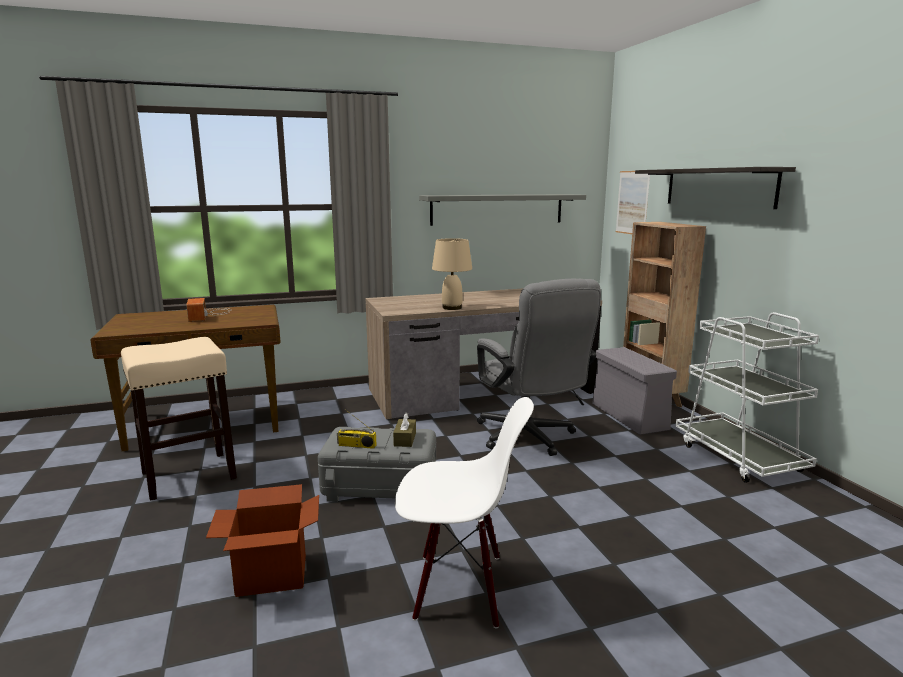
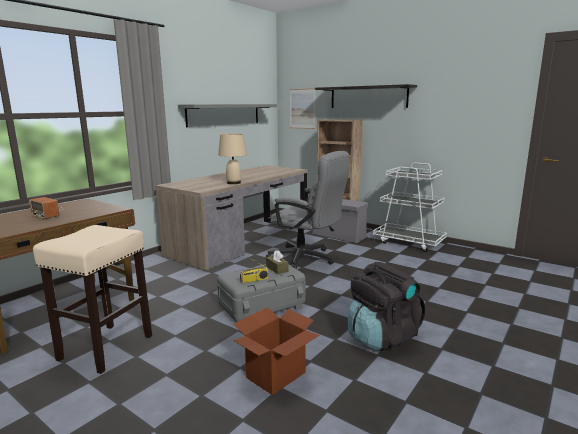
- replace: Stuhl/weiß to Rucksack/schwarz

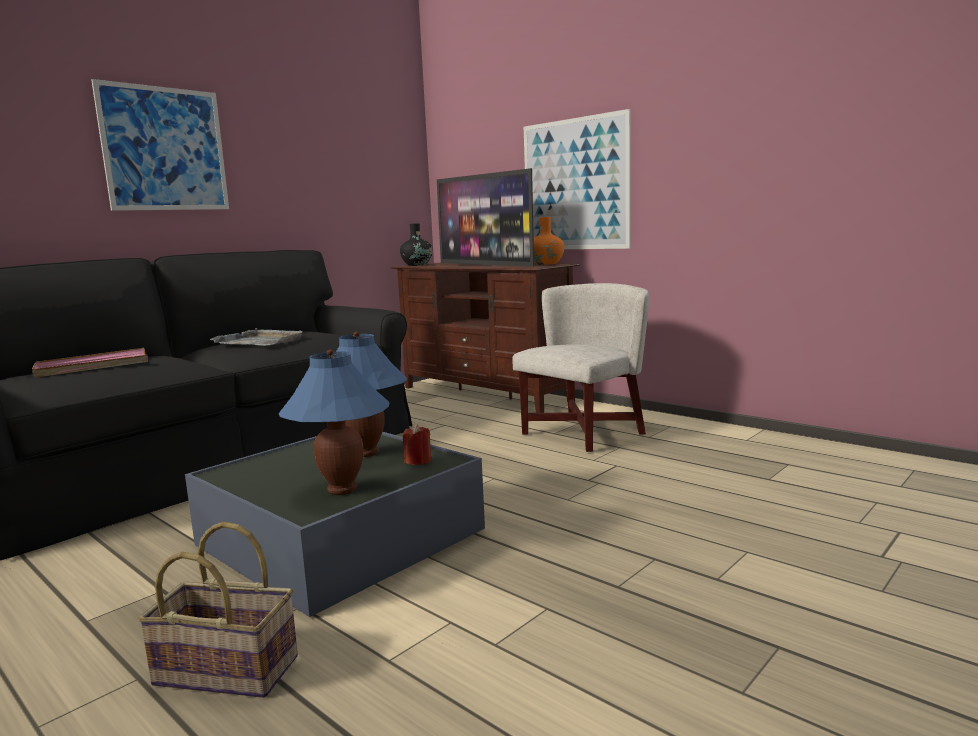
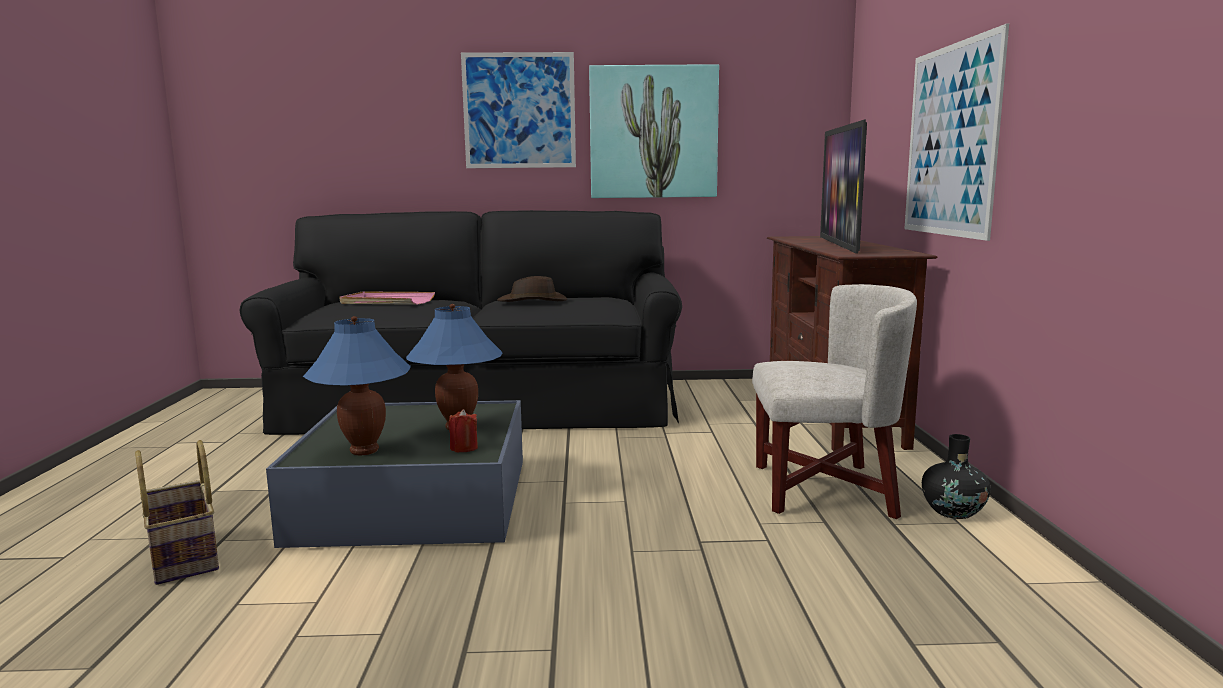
- replace: Tablett/grau to Hut/braun
- move: Vase/schwarz
- delete: Vase/orange
- insert: Bild (2nd from left)

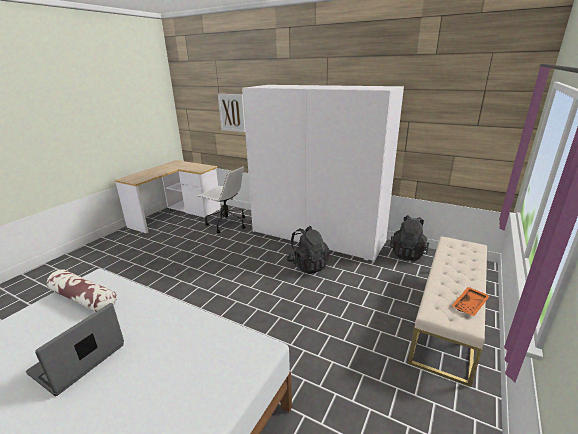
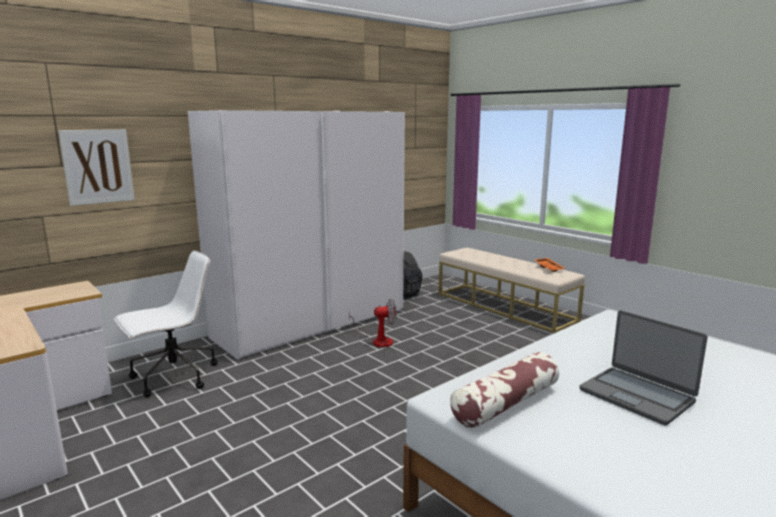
- replace: Rucksack/schwarz (1st from left) to Ventilator

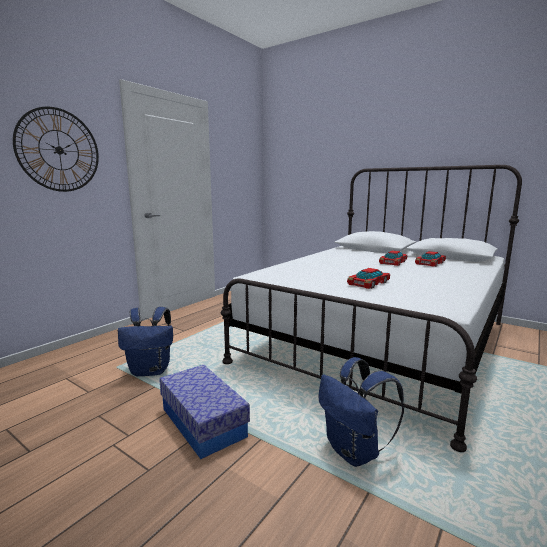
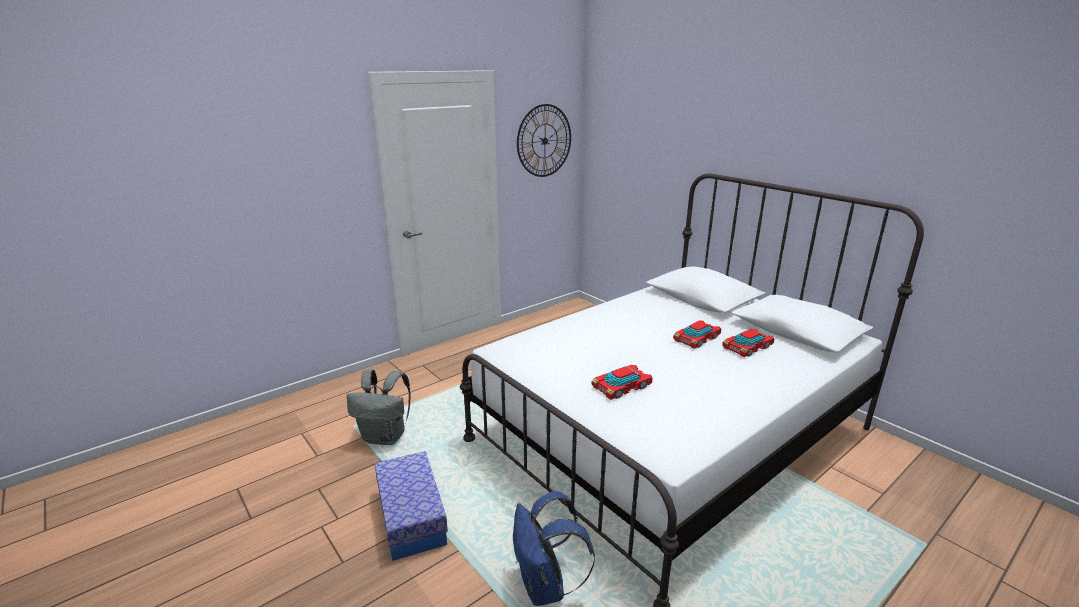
- move: Wanduhr
- recolor: Rucksack/blau (1st from left) to Rucksack/grau

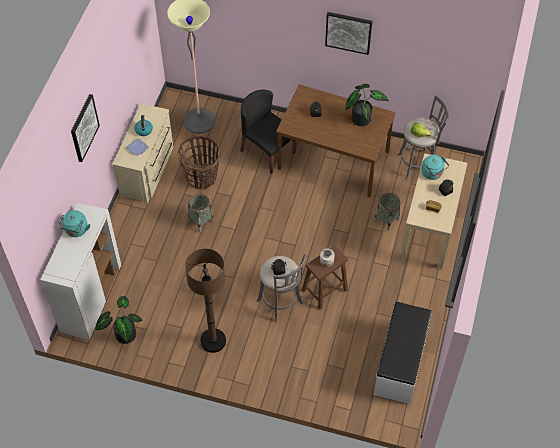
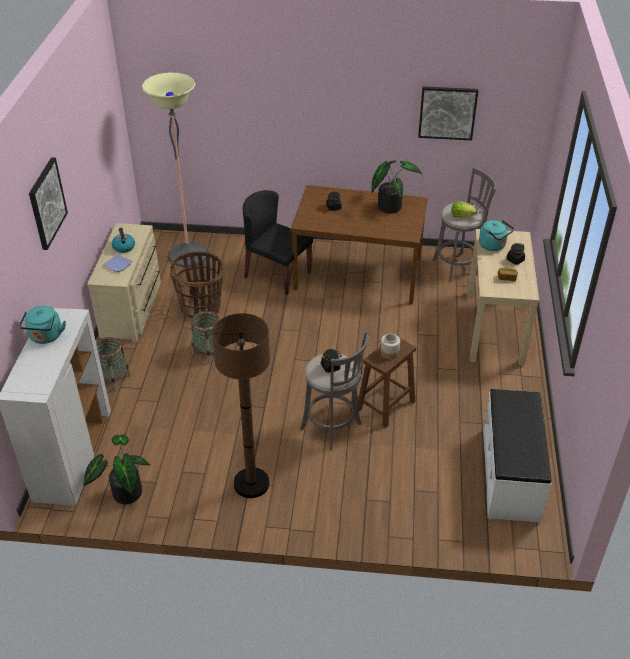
- move: Bild (2nd from left)
- move: Korb (3rd from left in the first image) to Korb (1st from left)

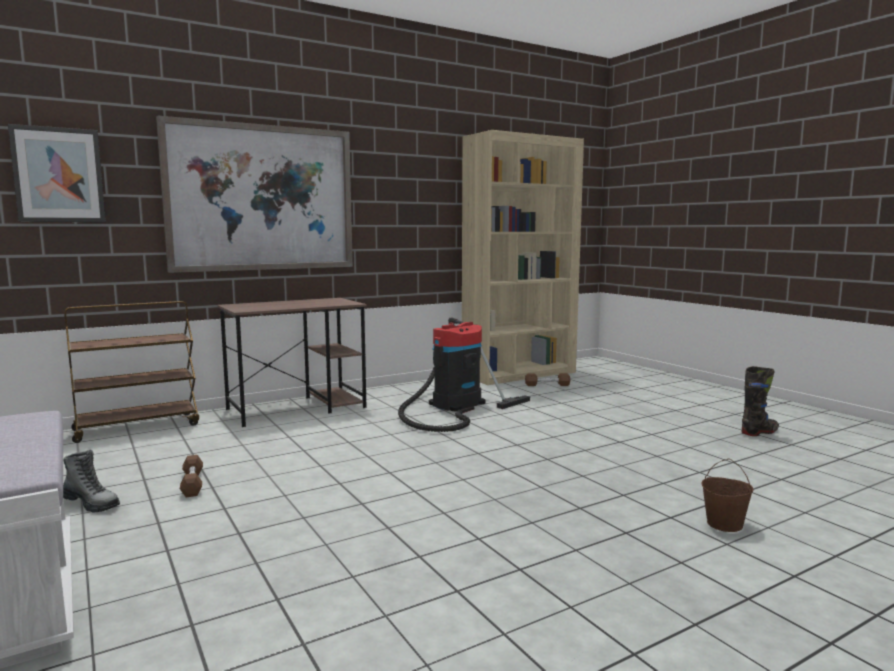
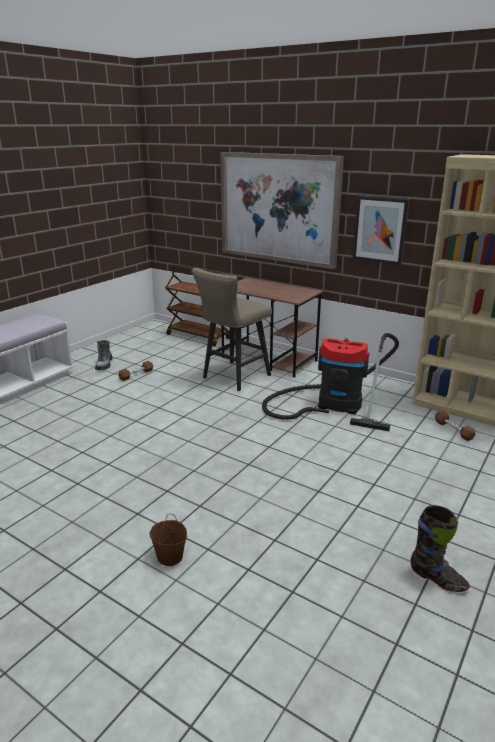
- move: Bild (1st from left in the first image) to Bild (2nd from left)
- insert: Hocker/beige

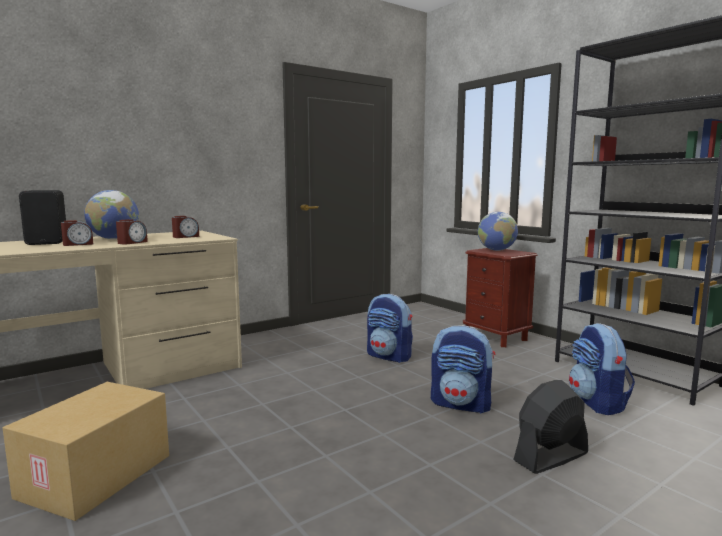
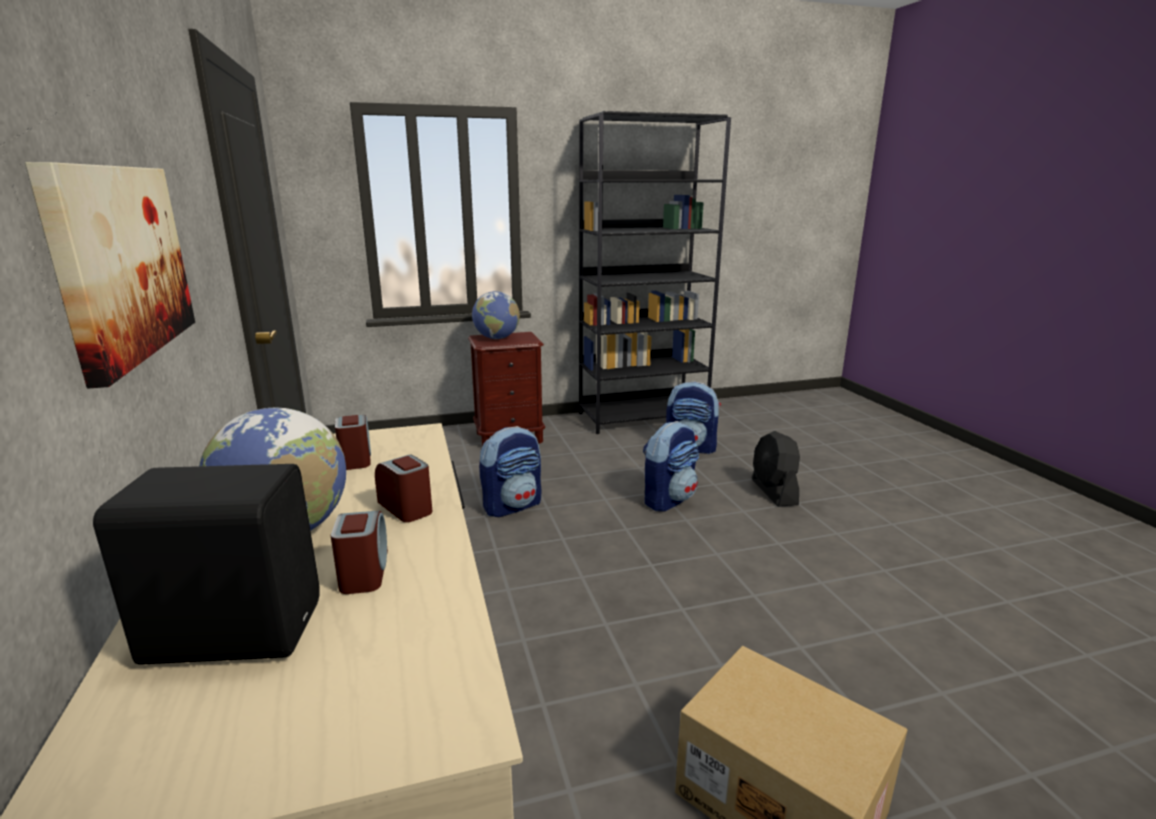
- insert: Bild

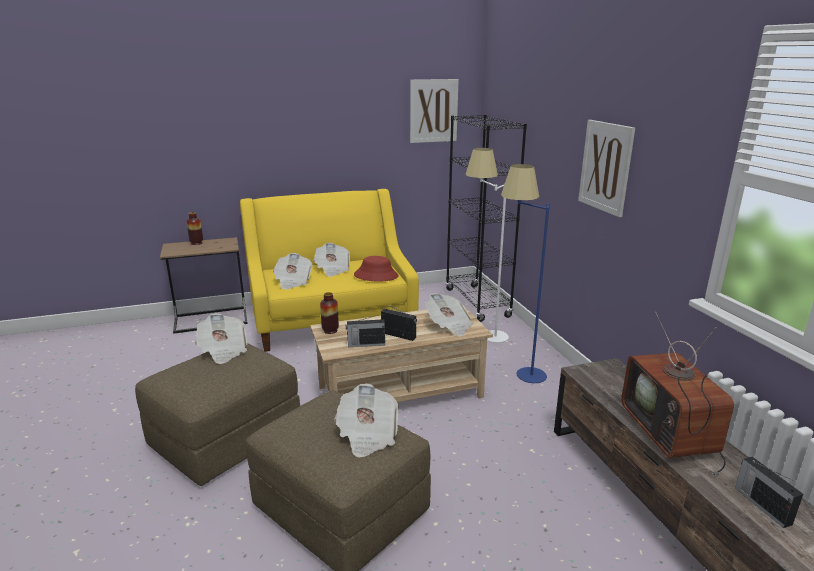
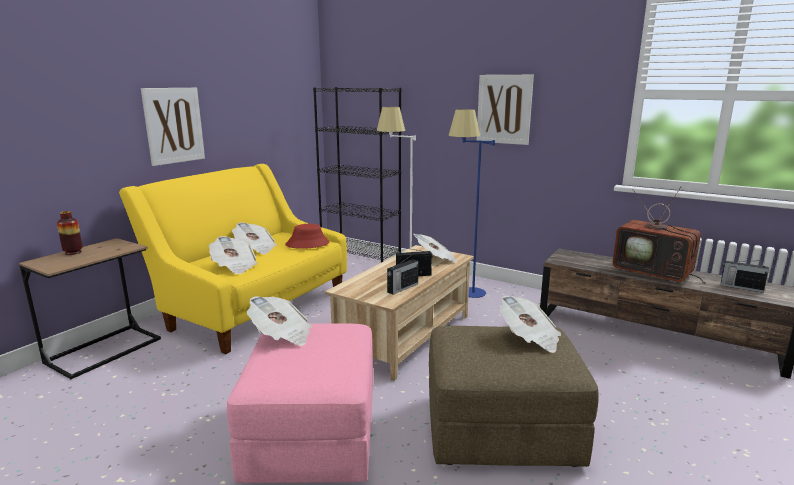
- recolor: Polsterhocker/braun (1st from left) to Polsterhocker/rosa
- delete: Vase (2nd from left)
- move: Bild (1st from left)

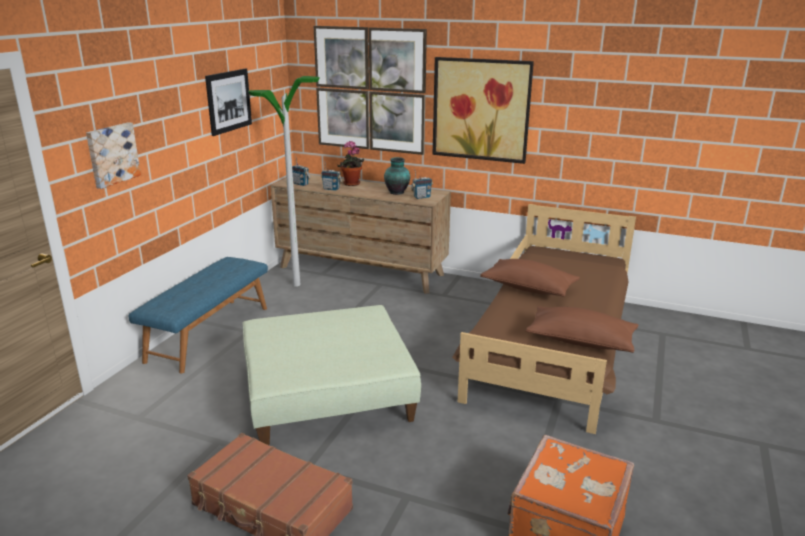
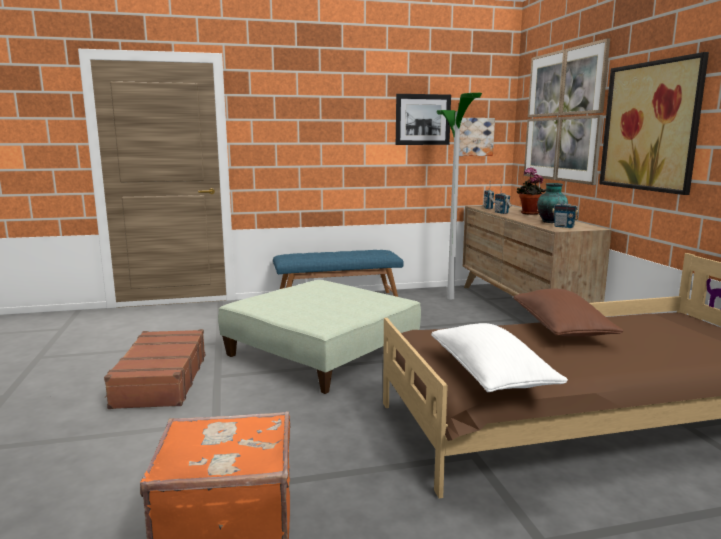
- move: Bild (1st from left in the first image) to Bild (2nd from left)
- recolor: Kissen/braun (2nd from left) to Kissen/weiß

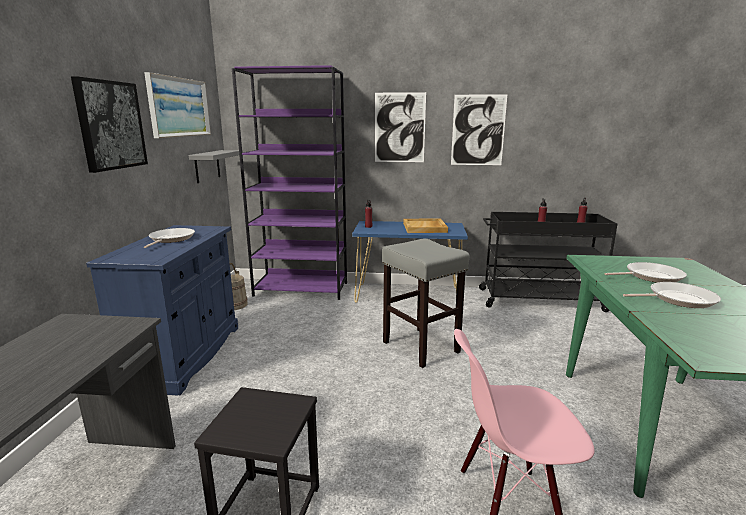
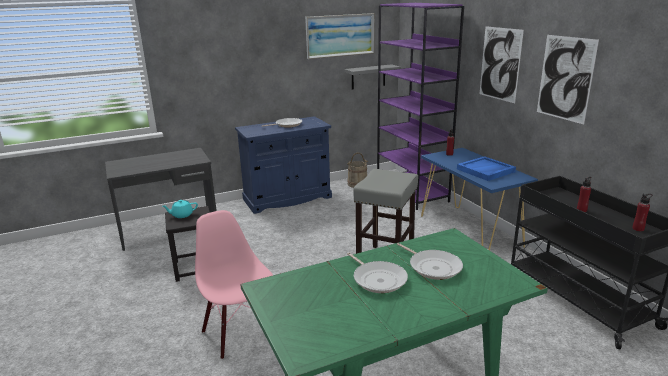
- delete: Bild (1st from left)
- recolor: Tablett/beige to Tablett/blau
- insert: Teekanne/türkis

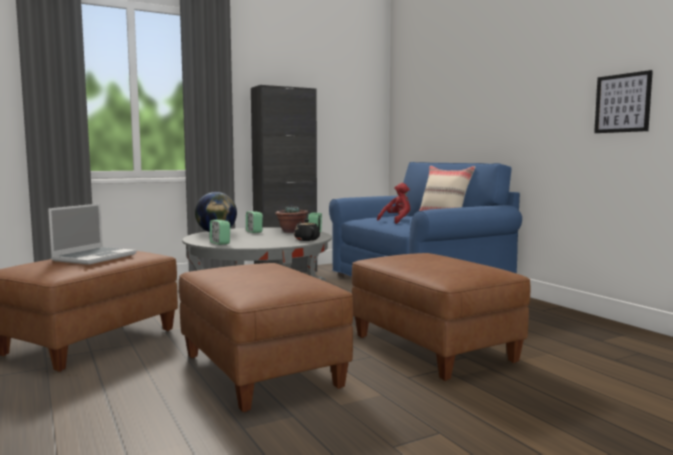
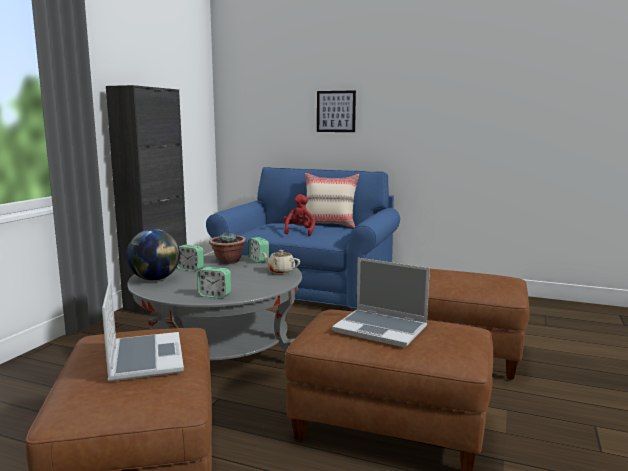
- recolor: Teekanne/schwarz to Teekanne/beige
- move: Bild
- insert: Laptop (2nd from left)

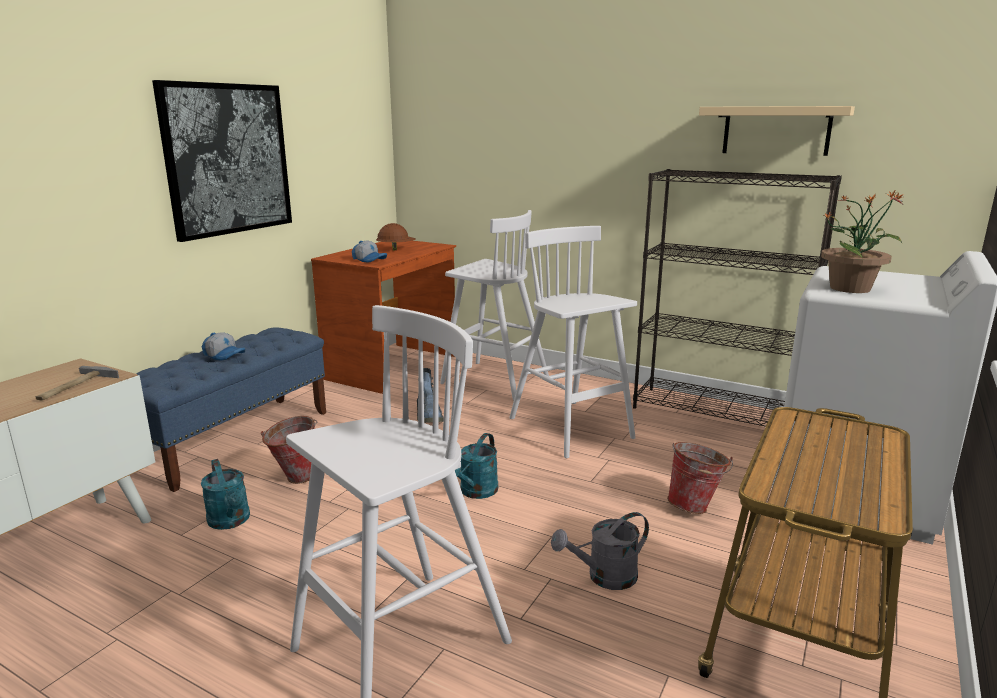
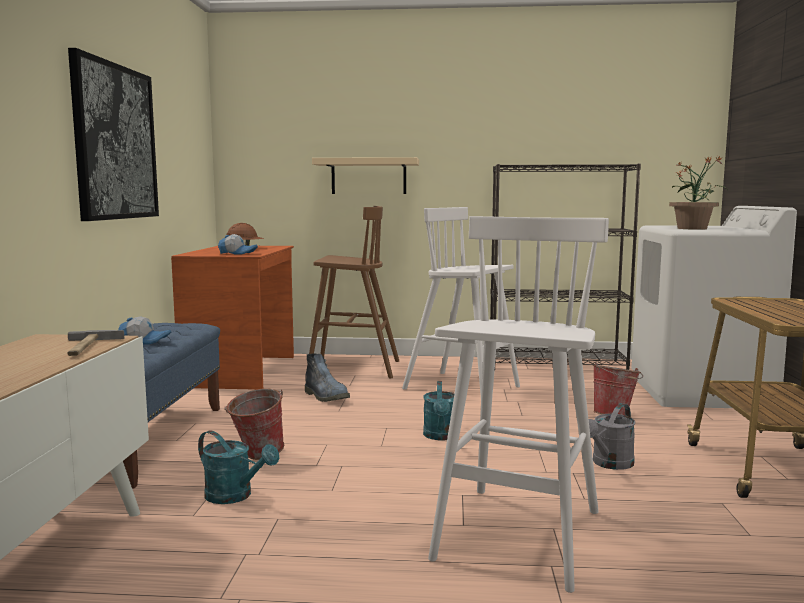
- recolor: Hocker/weiß (2nd from left) to Hocker/braun
- move: Wandregal/beige

